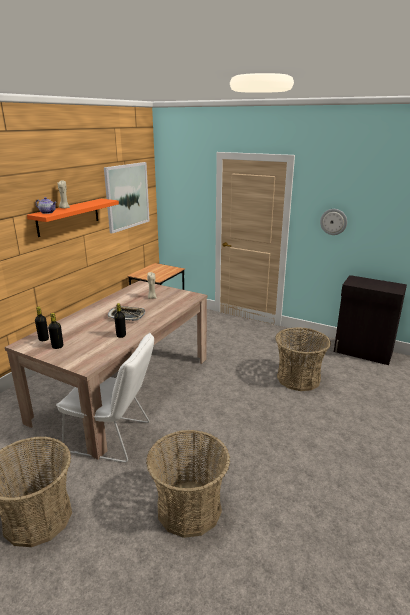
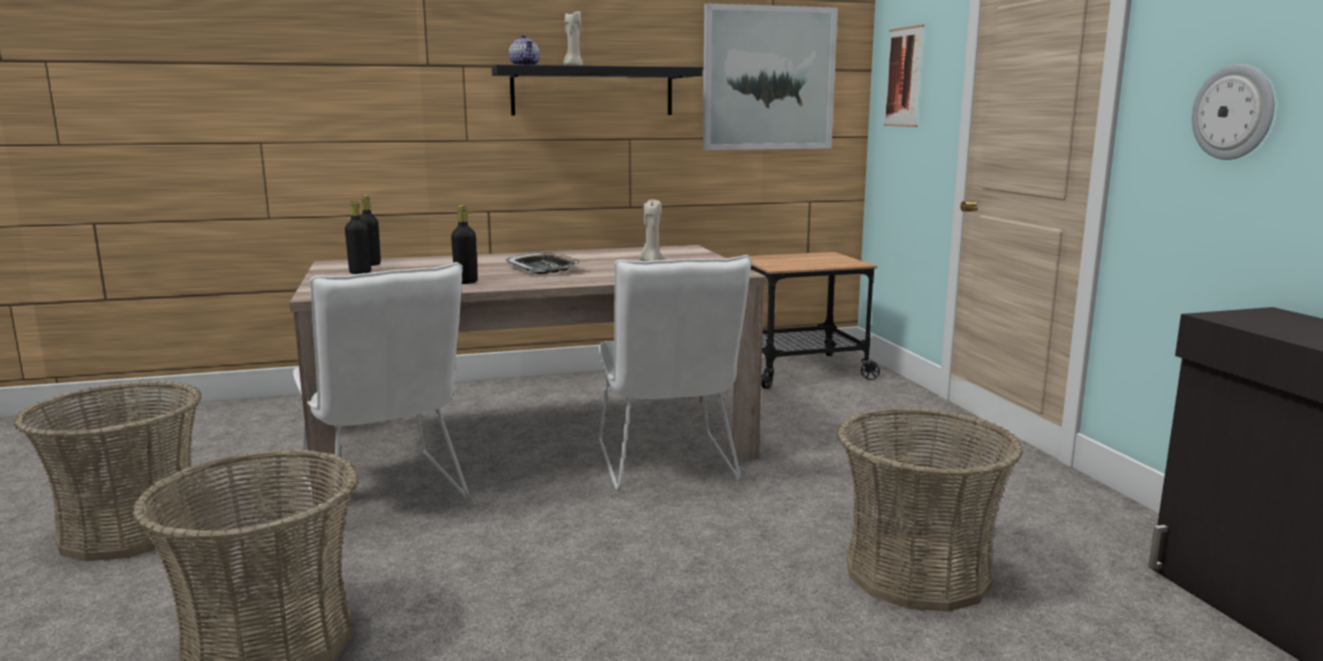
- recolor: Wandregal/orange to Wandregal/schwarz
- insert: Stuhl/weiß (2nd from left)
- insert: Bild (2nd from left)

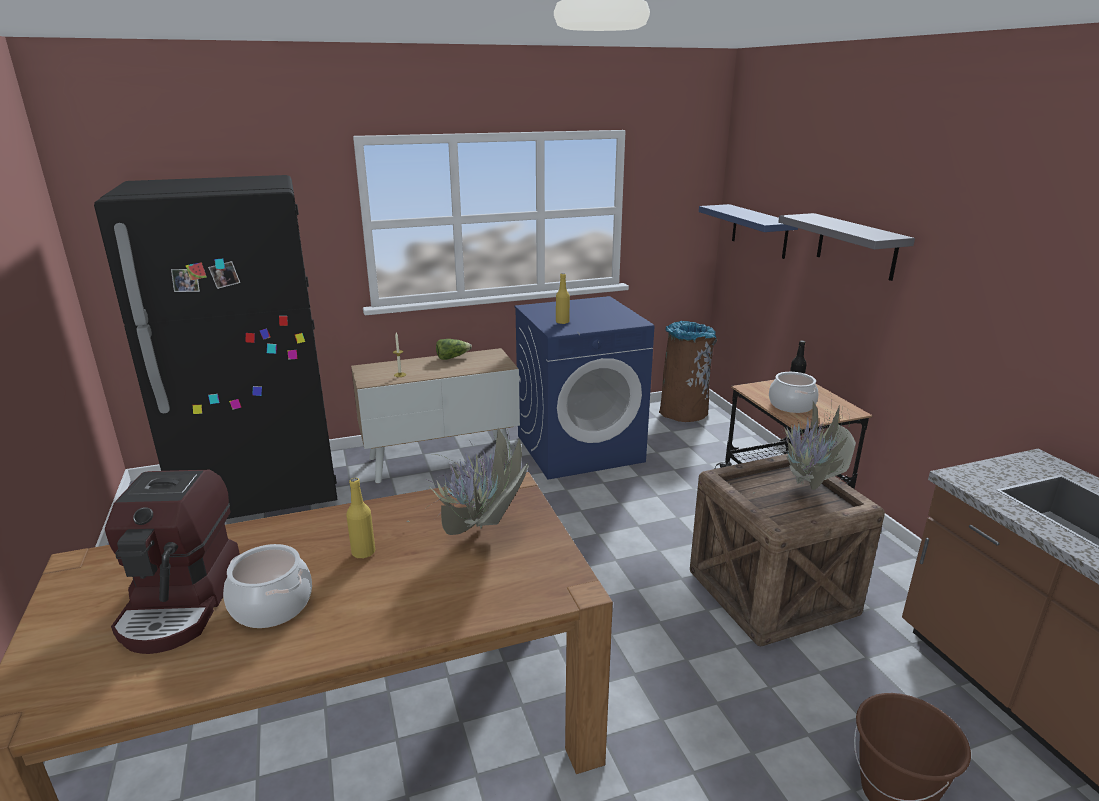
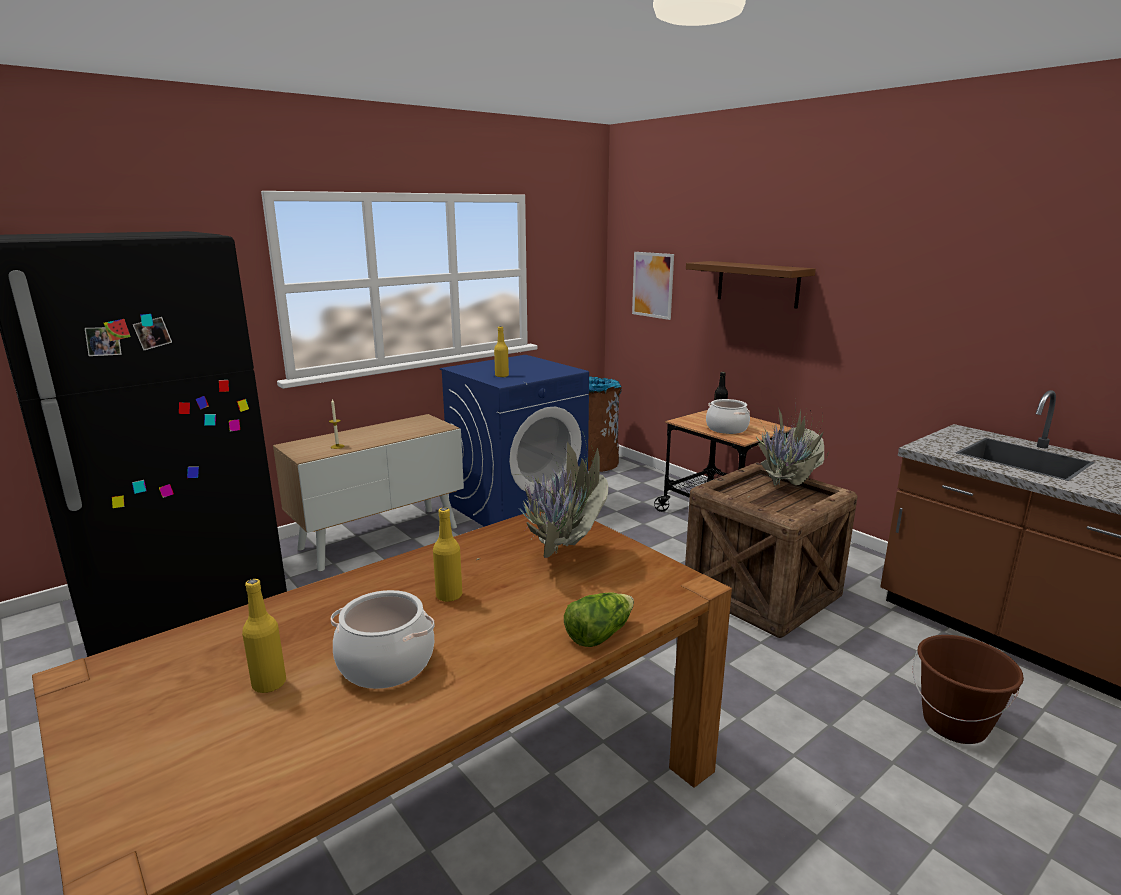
- replace: Kaffeemaschine to Flasche/gelb (1st from left)
- move: Salatkopf
- replace: Wandregal/blau to Bild
- recolor: Wandregal/grau to Wandregal/braun

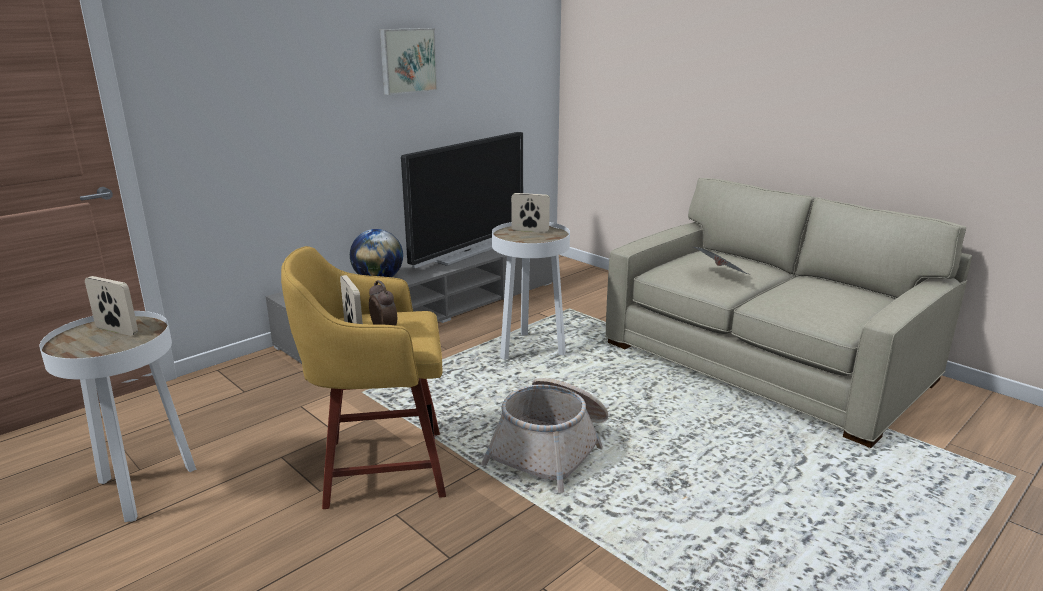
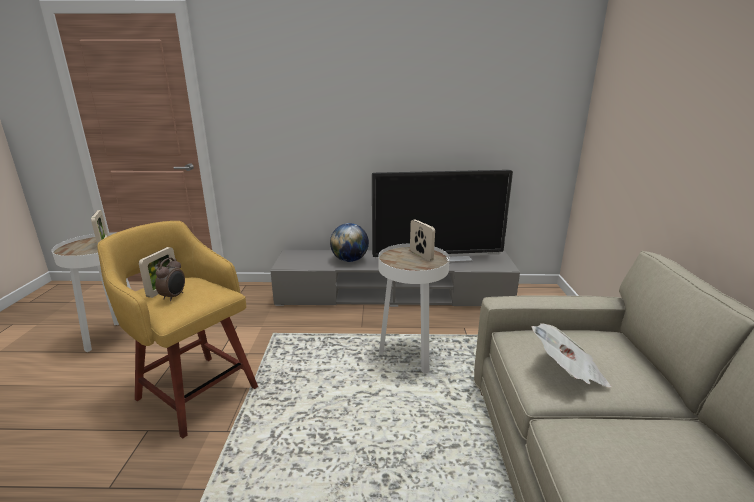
- delete: Bild
- delete: Korb

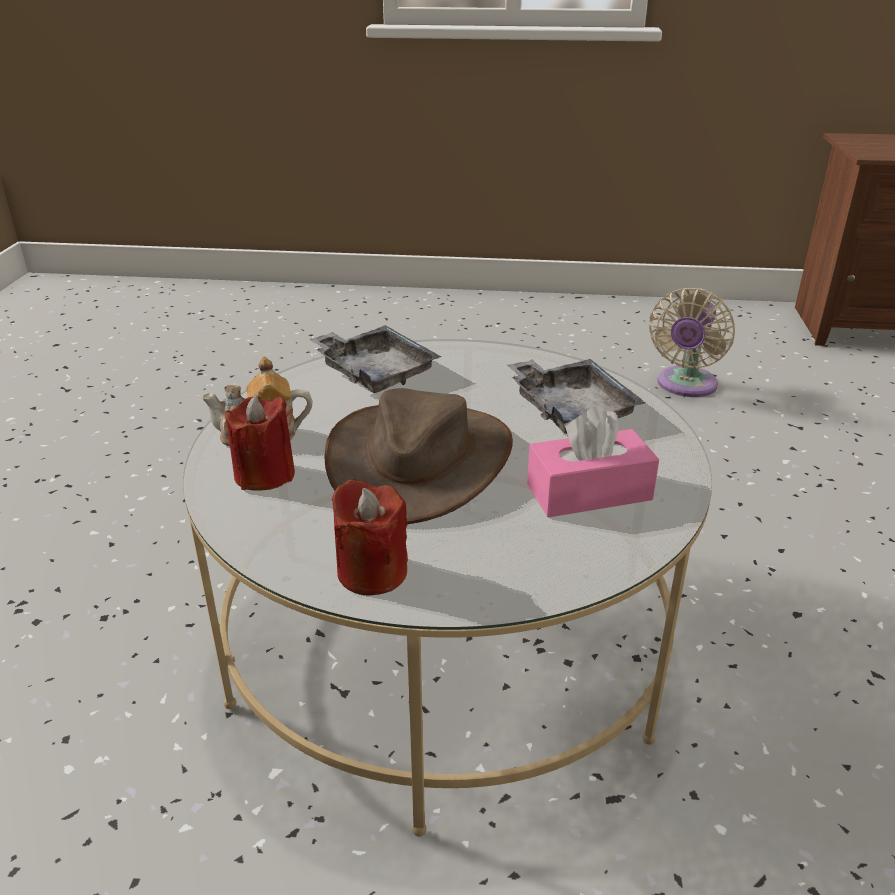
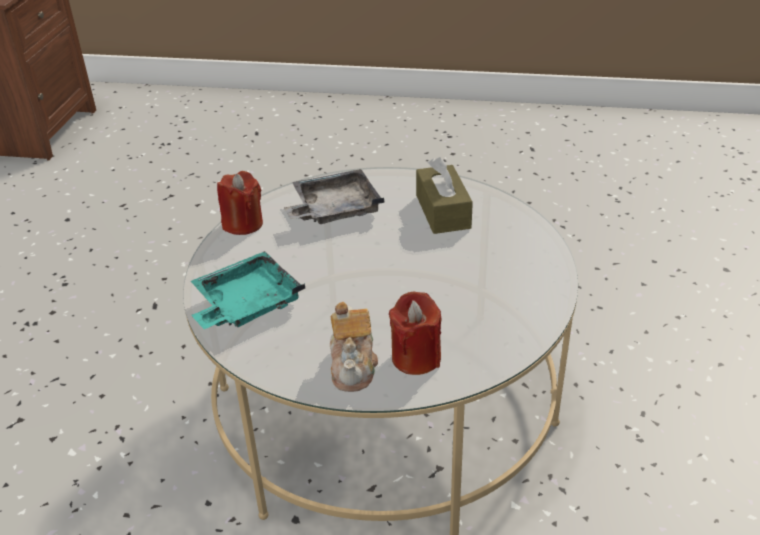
- recolor: Tablett/grau (1st from left) to Tablett/türkis
- delete: Hut/braun
- move: Kerze/rot (2nd from left in the first image) to Kerze/rot (1st from left)
- recolor: Taschentuchbox/rosa to Taschentuchbox/braun
- delete: Ventilator/beige

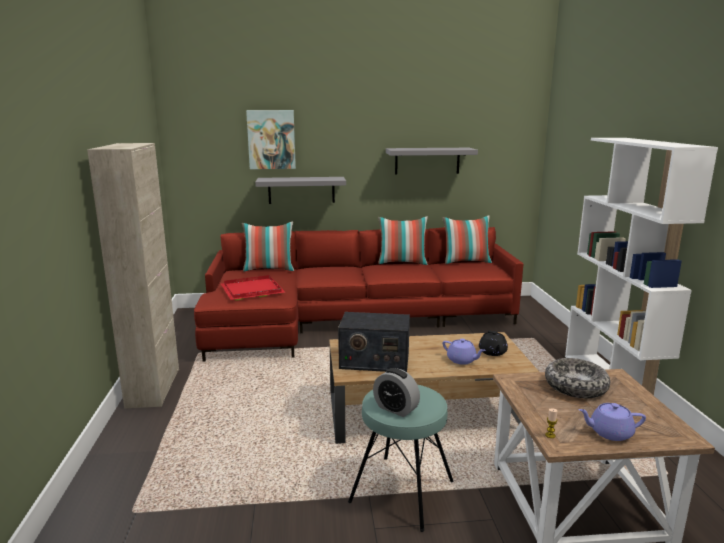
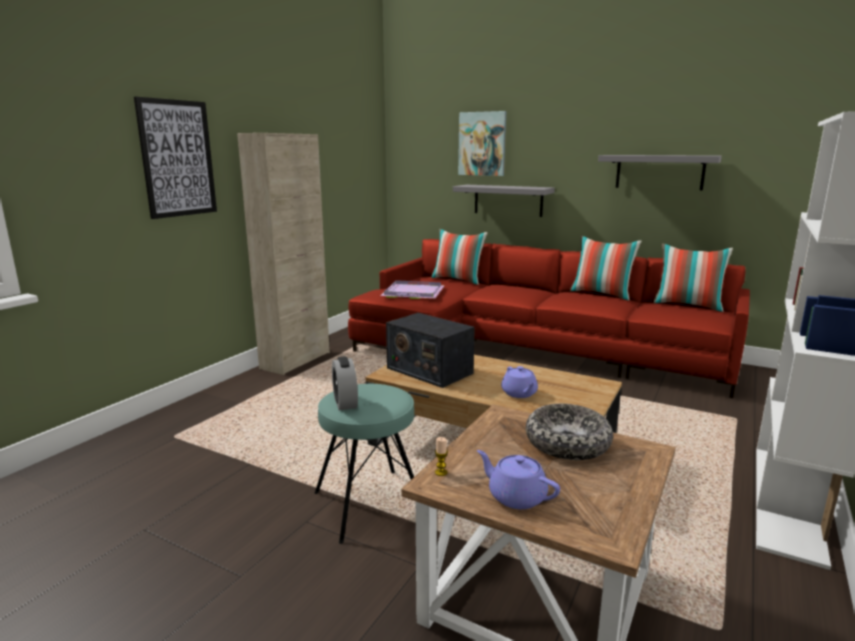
- recolor: Tablett/rot to Tablett/lila
- delete: Teekanne/schwarz
- insert: Bild (1st from left)

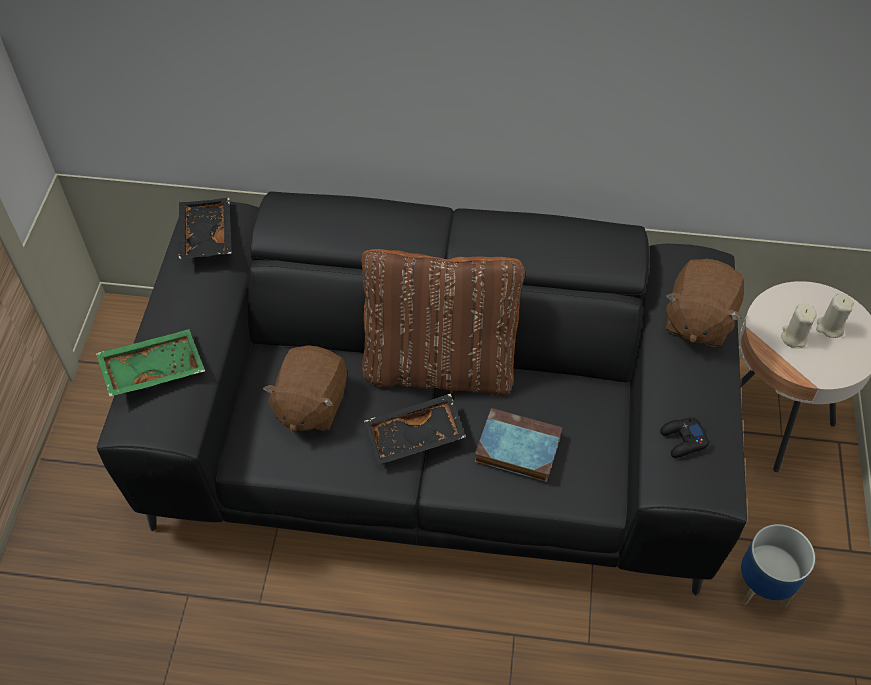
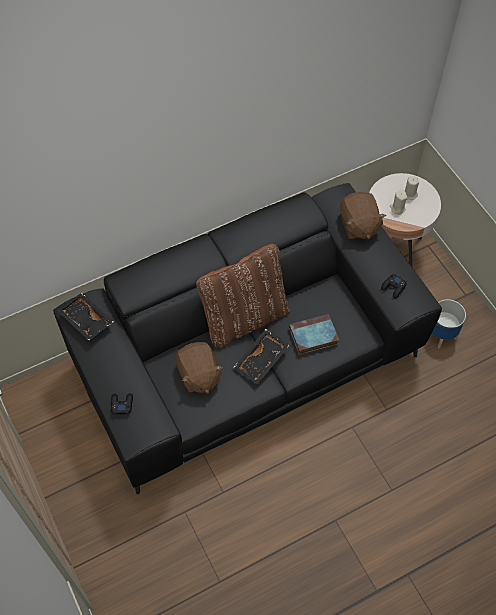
- replace: Tablett/grün to Gamepad/schwarz (1st from left)

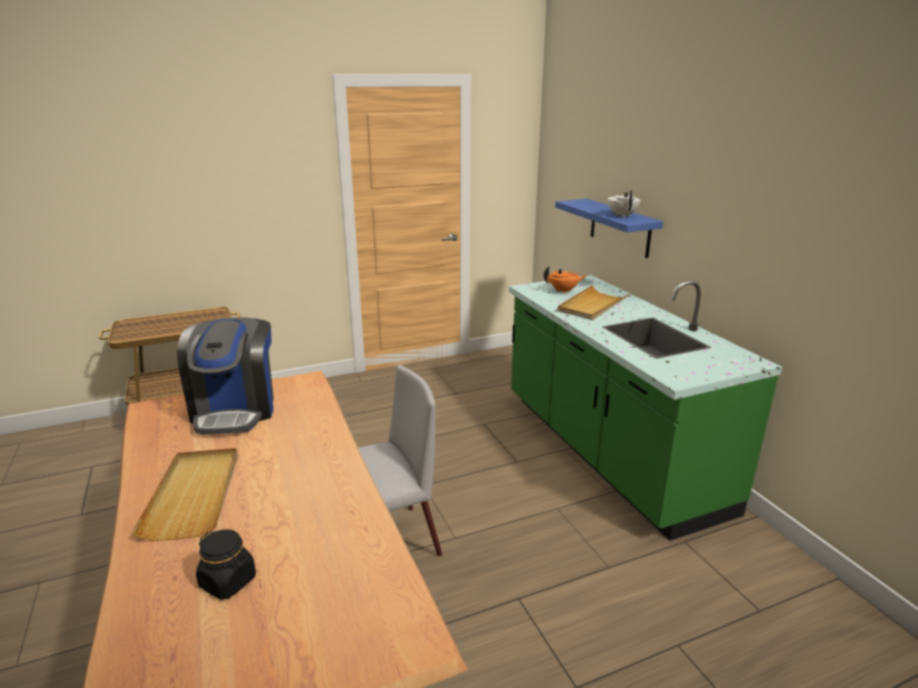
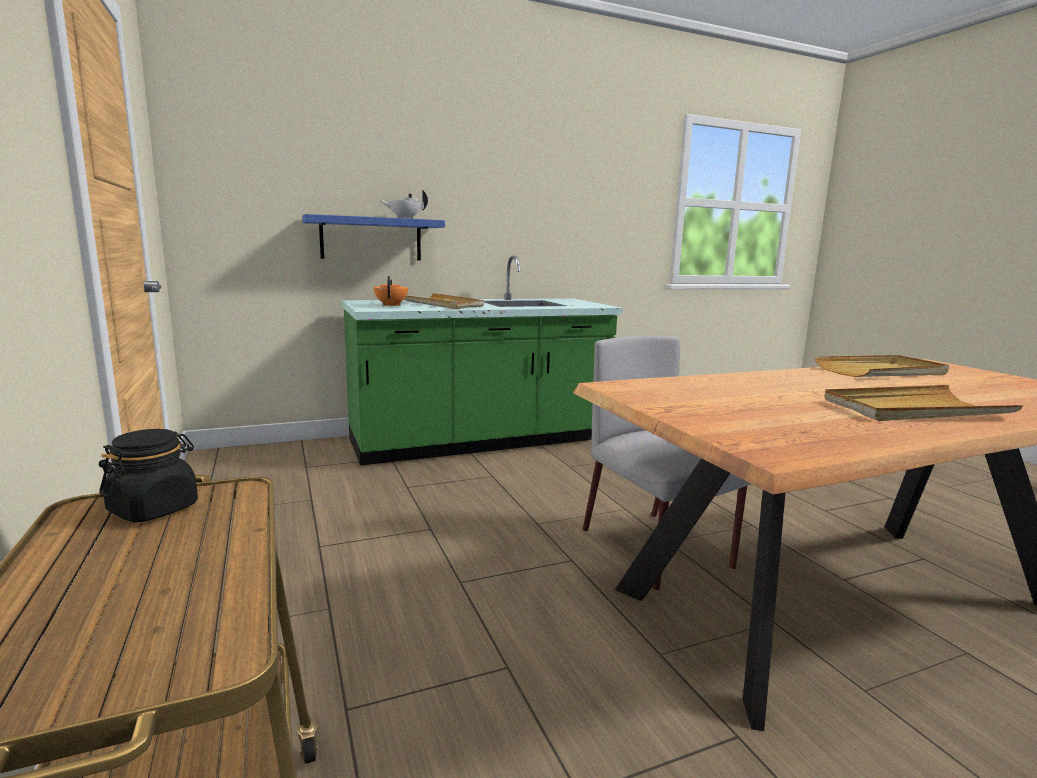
- delete: Kaffeemaschine
- move: Vorratsglas/schwarz
- insert: Tablett/beige (2nd from left)

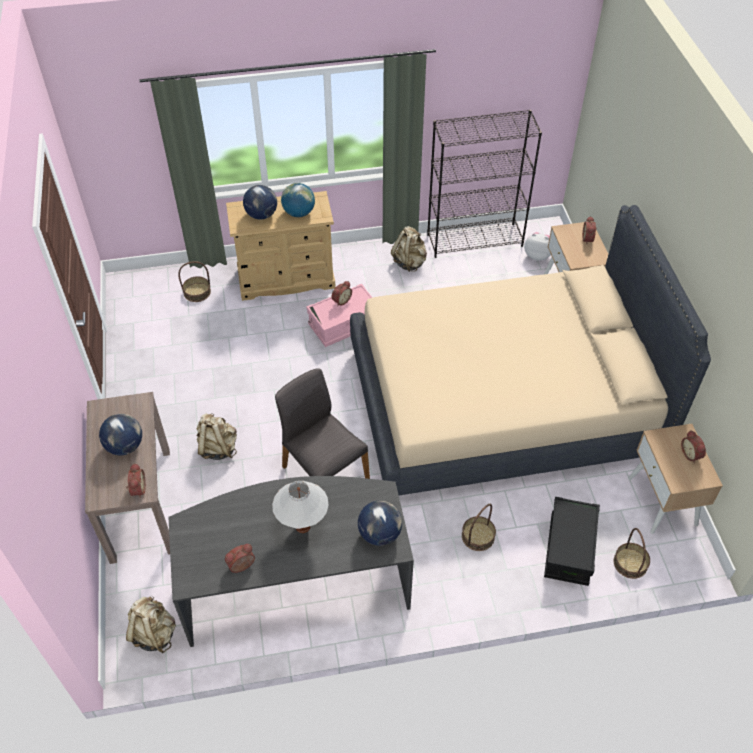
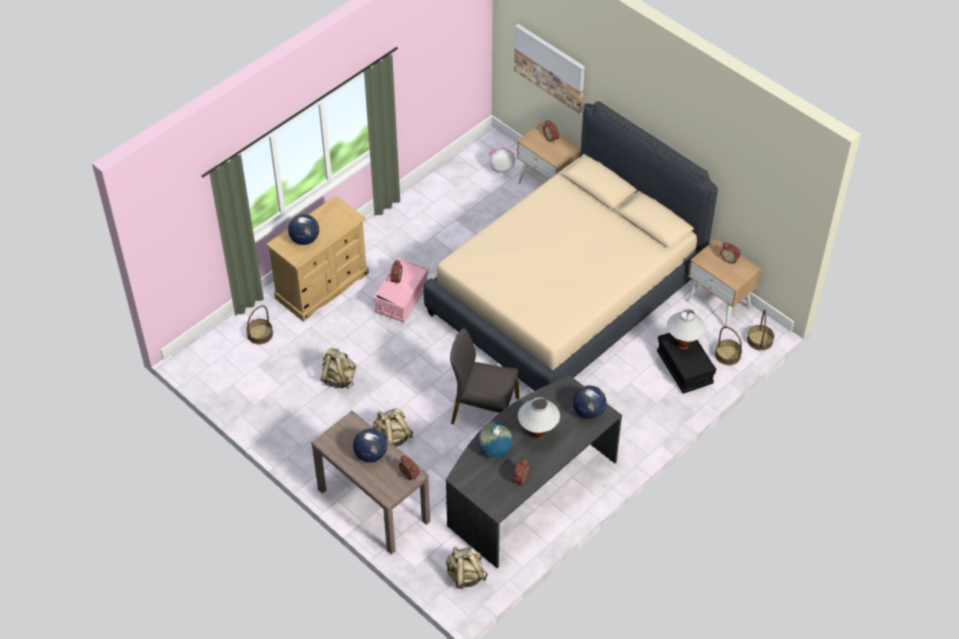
- move: Globus (3rd from left)
- move: Rucksack/beige (3rd from left in the first image) to Rucksack/beige (1st from left)
- delete: Bücherregal/schwarz
- move: Korb (2nd from left in the first image) to Korb (3rd from left)
- insert: Bild
- insert: Tischlampe/weiß (2nd from left)

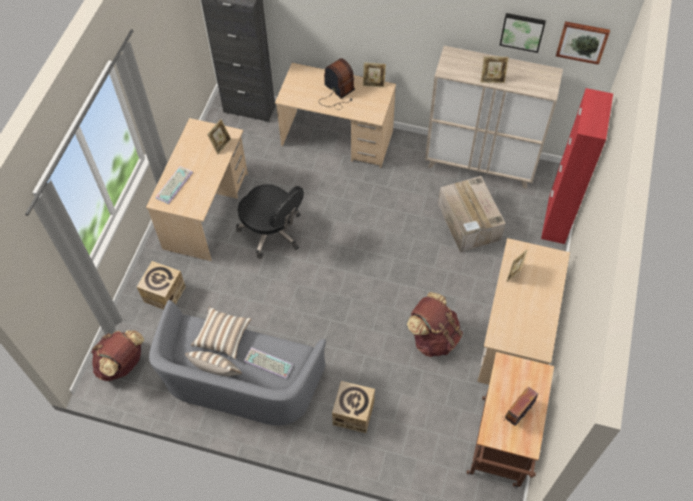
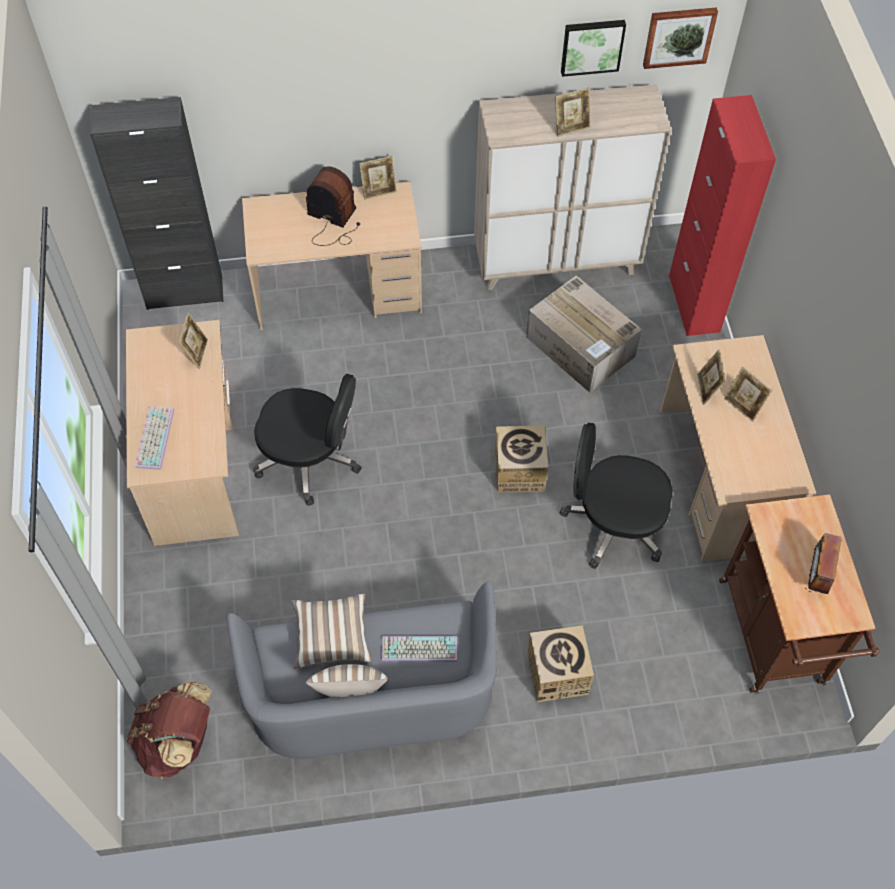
- move: Karton (1st from left)
- replace: Rucksack/braun (2nd from left) to Bürostuhl/schwarz (2nd from left)
- insert: Bilderrahmen (5th from left)

